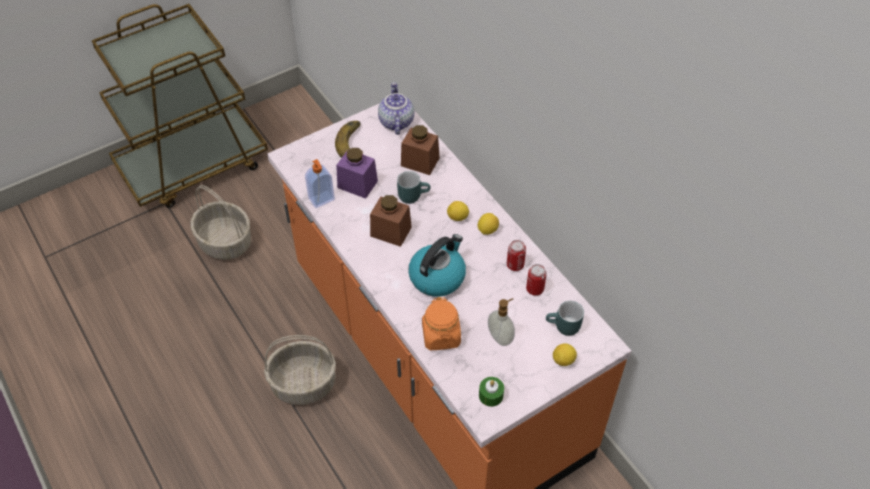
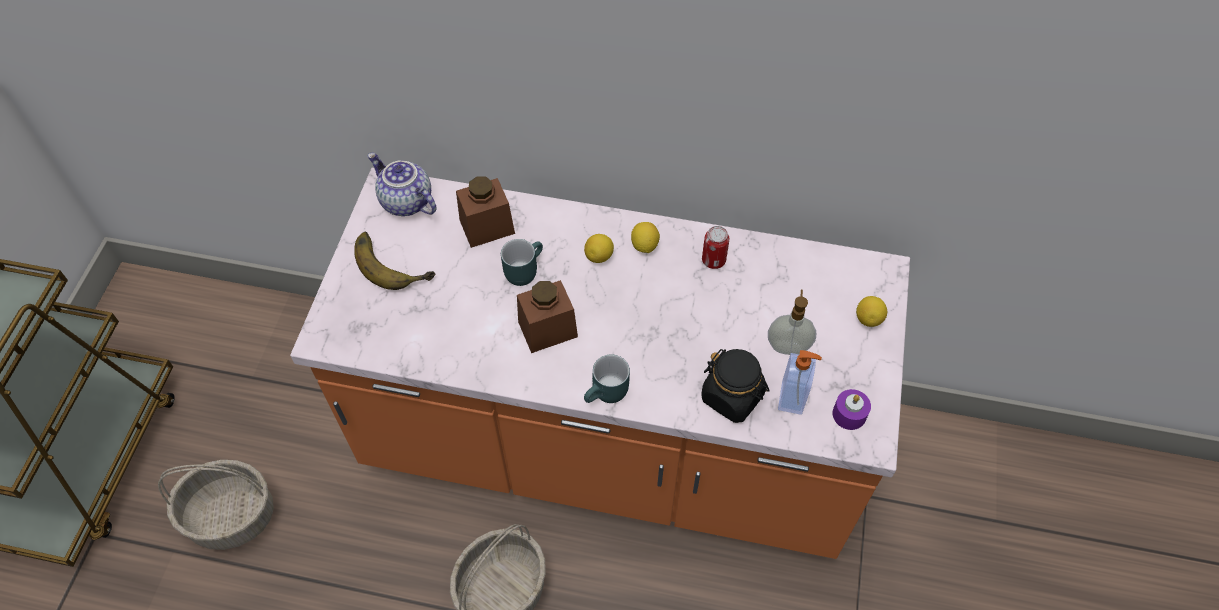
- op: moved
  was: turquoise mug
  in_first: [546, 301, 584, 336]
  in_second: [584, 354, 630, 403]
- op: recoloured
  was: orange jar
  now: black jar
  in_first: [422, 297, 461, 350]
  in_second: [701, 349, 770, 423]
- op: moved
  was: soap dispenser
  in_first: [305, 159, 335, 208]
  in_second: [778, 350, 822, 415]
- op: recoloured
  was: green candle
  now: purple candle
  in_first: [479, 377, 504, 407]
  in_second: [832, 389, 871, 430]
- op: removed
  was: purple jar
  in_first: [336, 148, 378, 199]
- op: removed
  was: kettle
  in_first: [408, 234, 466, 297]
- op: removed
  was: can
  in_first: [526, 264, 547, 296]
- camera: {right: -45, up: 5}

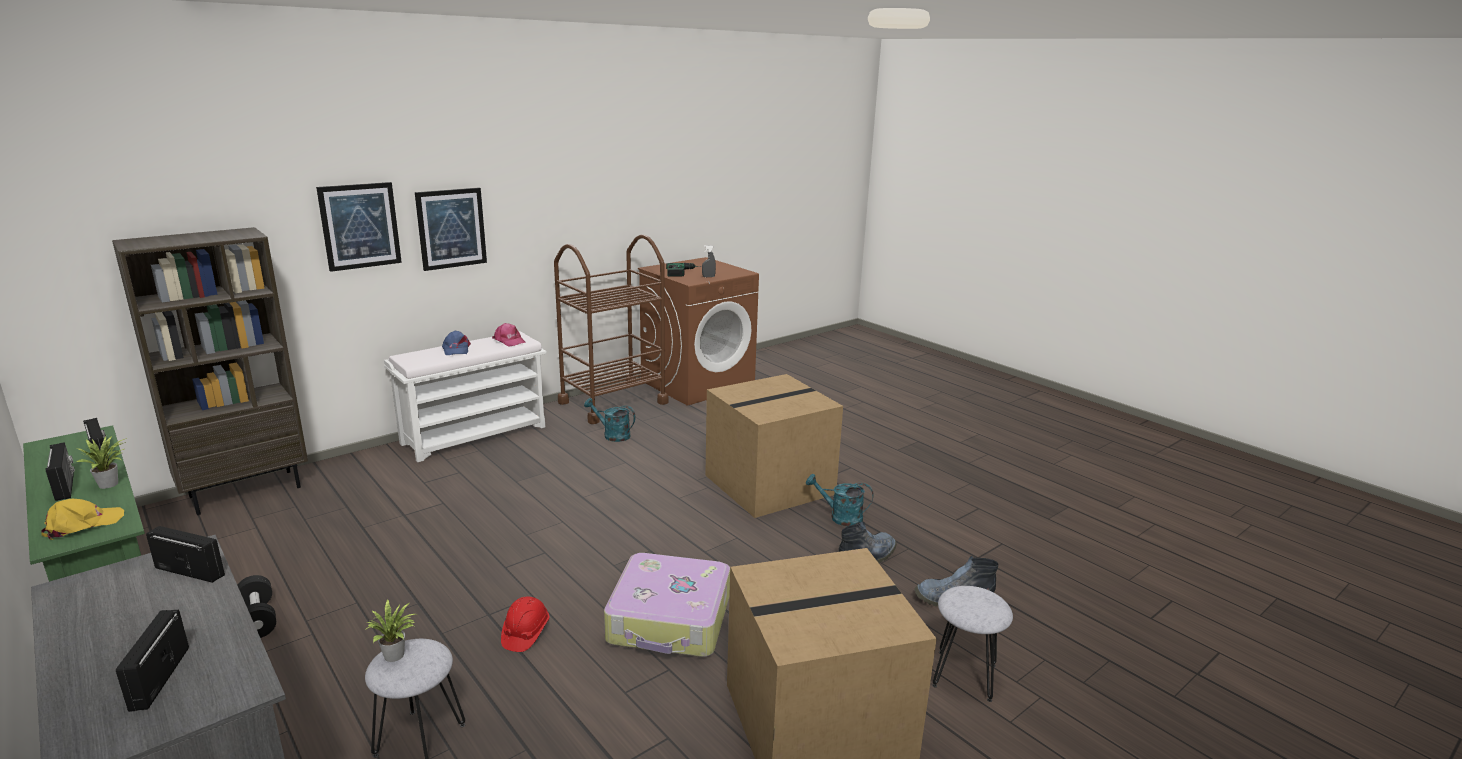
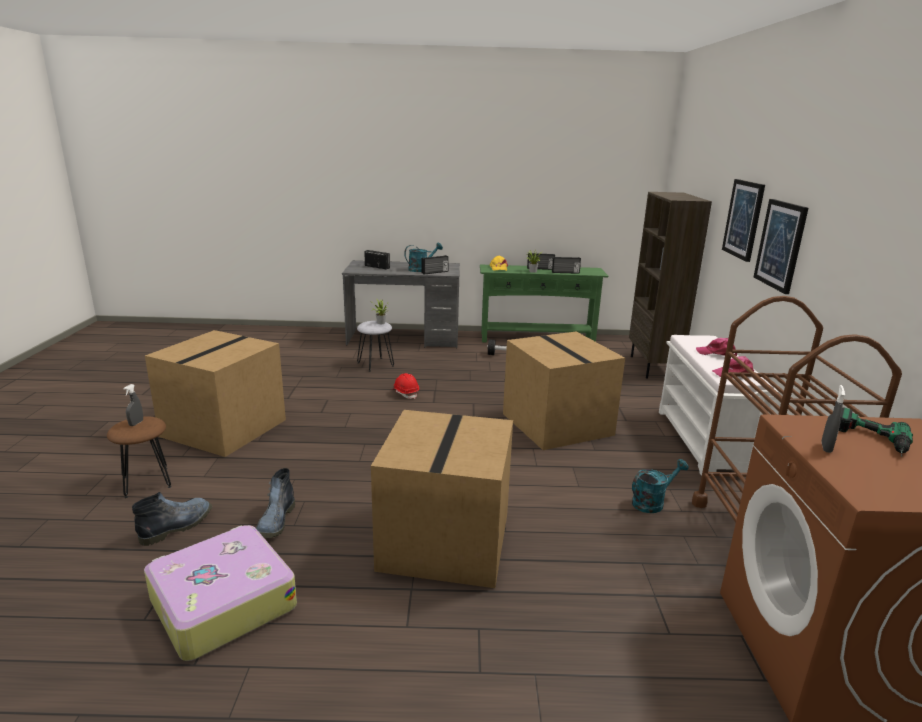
- op: recoloured
  was: grey stool
  now: brown stool
  in_first: [932, 586, 1013, 702]
  in_second: [107, 416, 172, 498]
- op: added
  now: grey spray bottle
  in_second: [123, 384, 143, 426]
- op: moved
  was: suitcase
  in_first: [604, 553, 730, 657]
  in_second: [144, 525, 297, 661]
- op: moved
  was: turquoise watering can
  in_first: [806, 474, 874, 526]
  in_second: [404, 243, 443, 272]
- op: added
  now: cardboard box
  in_second: [503, 332, 625, 450]
- op: recoloured
  was: blue cap
  now: pink cap
  in_first: [442, 331, 471, 355]
  in_second: [696, 338, 737, 356]
- camera: {right: 130, up: 0}

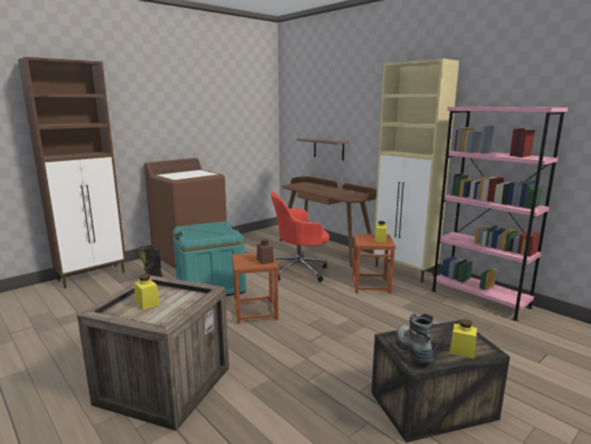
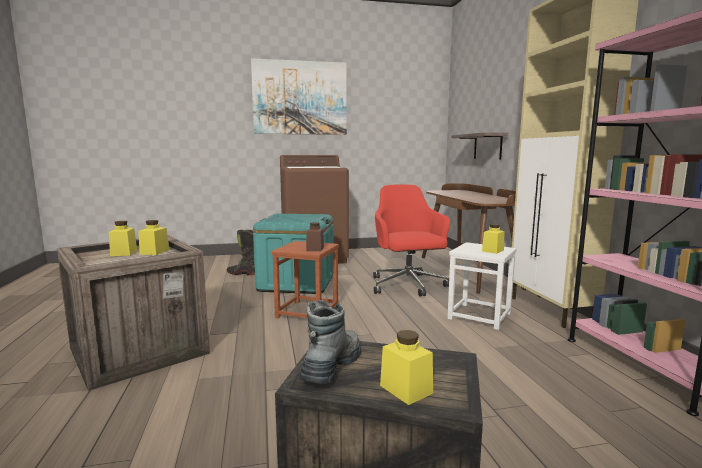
- op: added
  now: yellow jar
  in_second: [139, 220, 169, 255]
- op: added
  now: picture
  in_second: [251, 58, 347, 135]
- op: turned
  was: red office chair
  in_first: [271, 192, 329, 282]
  in_second: [373, 184, 450, 297]
  clockwise: 60
- op: recoloured
  was: brown stool
  now: white stool
  in_first: [352, 234, 396, 294]
  in_second: [447, 242, 517, 330]
- op: removed
  was: brown cabinet
  in_first: [18, 57, 126, 289]
- camera: {right: 30, up: -5}

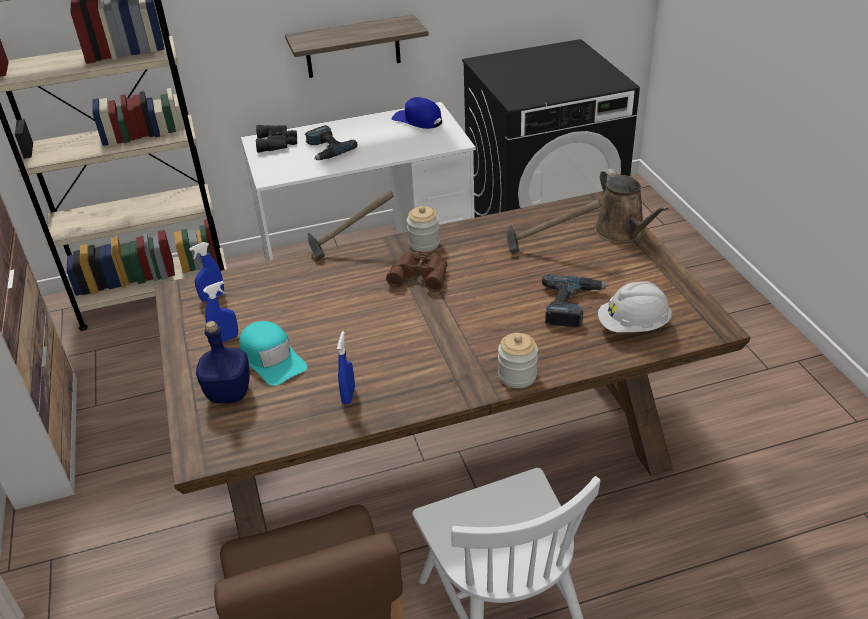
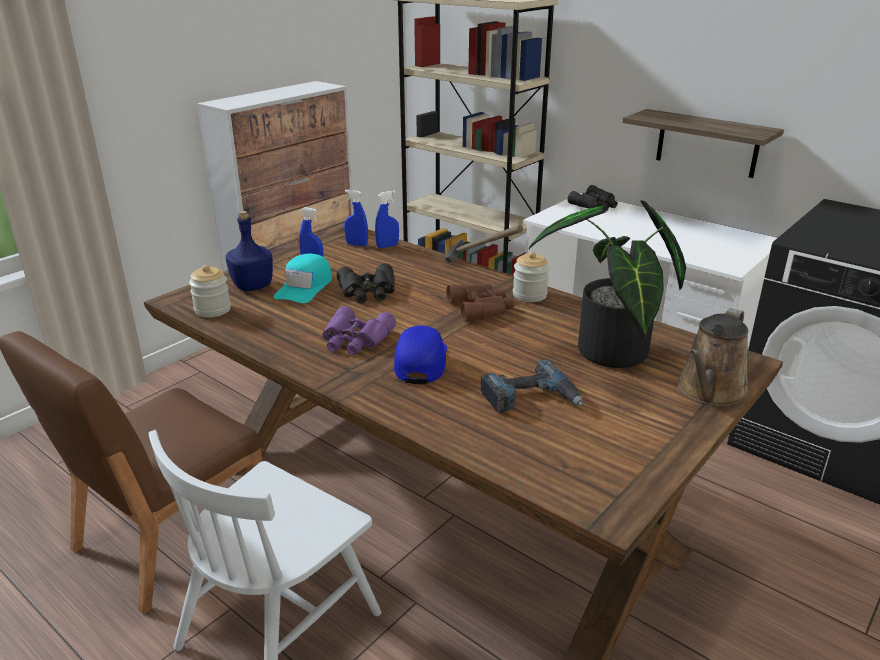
- op: moved
  was: jar
  in_first: [498, 333, 538, 388]
  in_second: [189, 265, 231, 318]
- op: added
  now: purple binoculars
  in_second: [322, 306, 396, 355]
- op: added
  now: black binoculars
  in_second: [337, 263, 395, 304]
- op: moved
  was: blue spray bottle
  in_first: [337, 331, 355, 404]
  in_second: [375, 191, 399, 248]
- op: moved
  was: blue cap
  in_first: [392, 97, 442, 129]
  in_second: [394, 325, 447, 384]
- op: replaced
  was: hammer
  now: potted plant
  in_first: [507, 200, 601, 254]
  in_second: [529, 200, 686, 368]
- op: removed
  was: power drill
  in_first: [305, 125, 358, 160]
- op: removed
  was: white hard hat
  in_first: [598, 281, 672, 332]
- camera: {right: 55, up: -10}

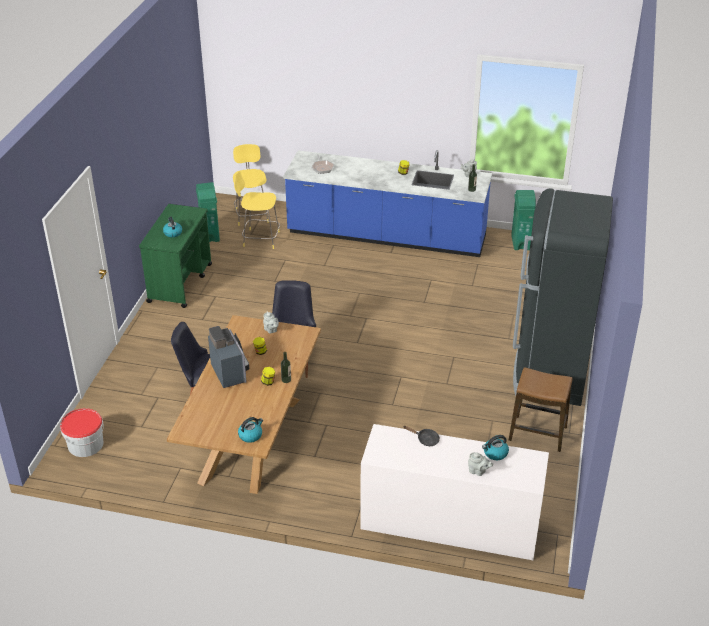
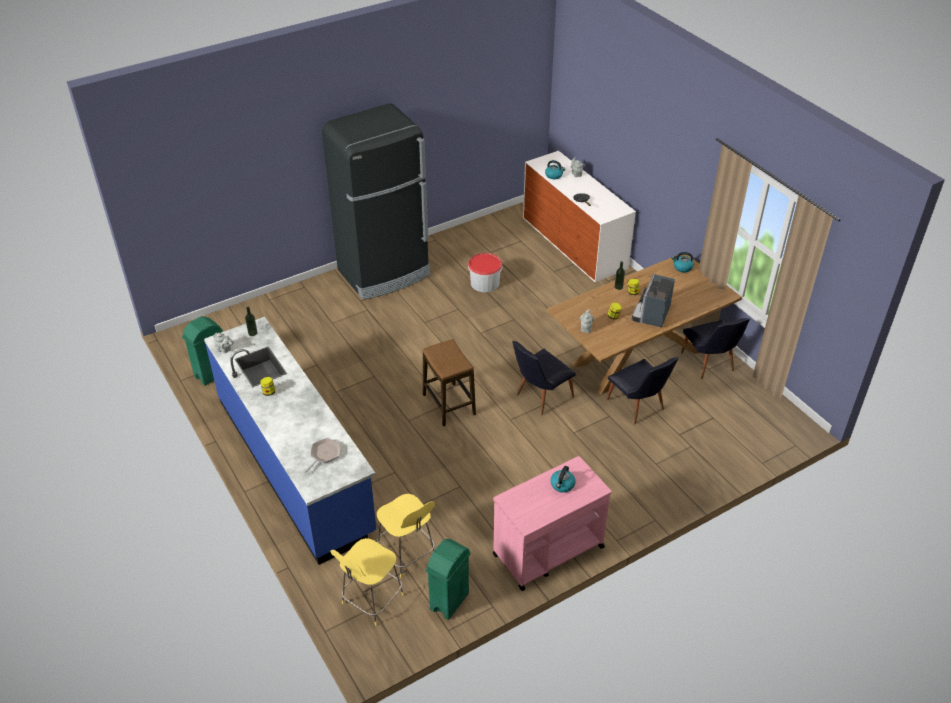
- op: moved
  was: stool
  in_first: [509, 367, 572, 452]
  in_second: [423, 339, 476, 426]
- op: moved
  was: bucket
  in_first: [60, 408, 104, 457]
  in_second: [468, 253, 503, 292]
- op: recoloured
  was: green cart
  now: pink cart
  in_first: [139, 204, 212, 308]
  in_second: [493, 456, 612, 591]
- op: added
  now: black chair
  in_second: [681, 318, 750, 379]
- camera: {right: -135, up: 5}

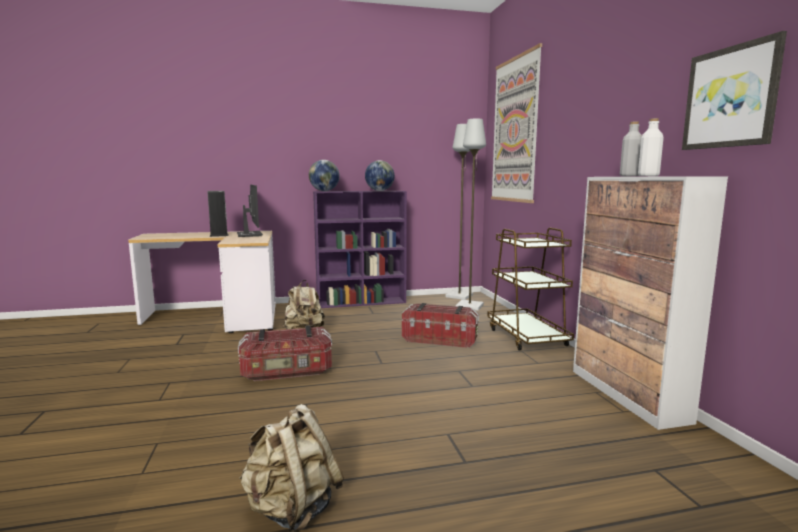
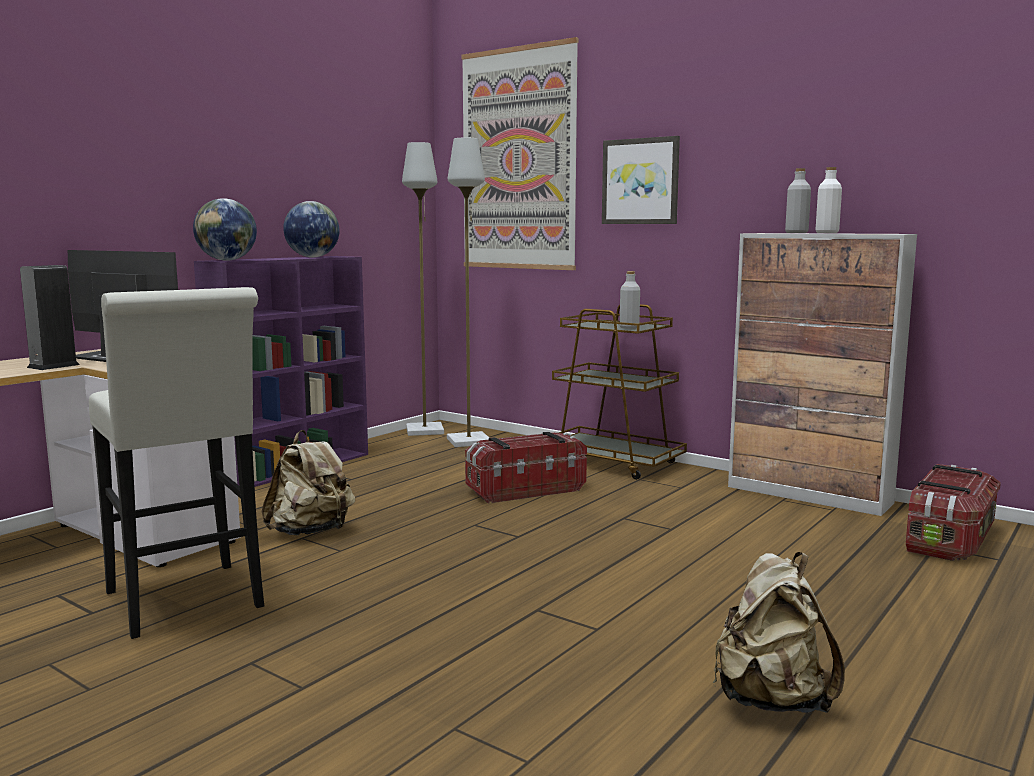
- op: added
  now: white stool
  in_second: [89, 287, 264, 639]
- op: moved
  was: picture
  in_first: [682, 31, 787, 150]
  in_second: [602, 136, 680, 224]
- op: added
  now: grey bottle
  in_second: [620, 271, 640, 329]
- op: moved
  was: storage box
  in_first: [238, 326, 332, 381]
  in_second: [906, 464, 1001, 561]
- camera: {right: -40, up: 0}

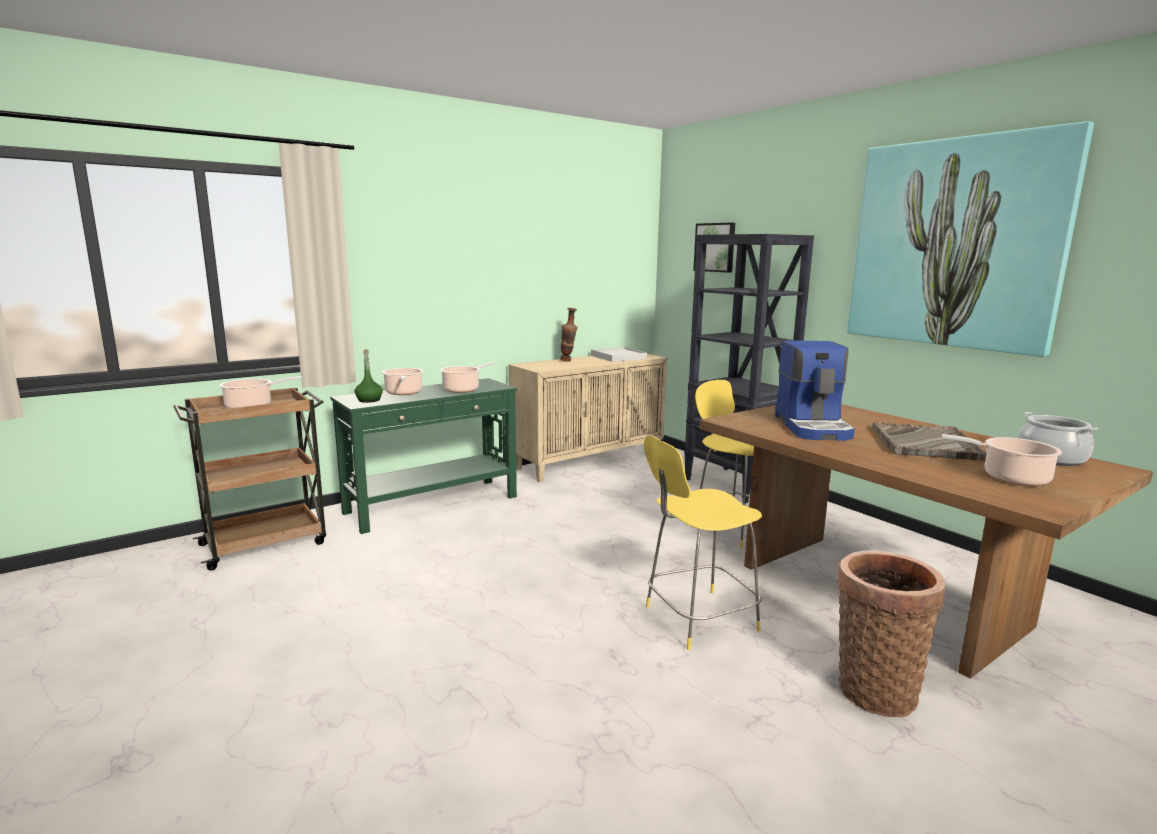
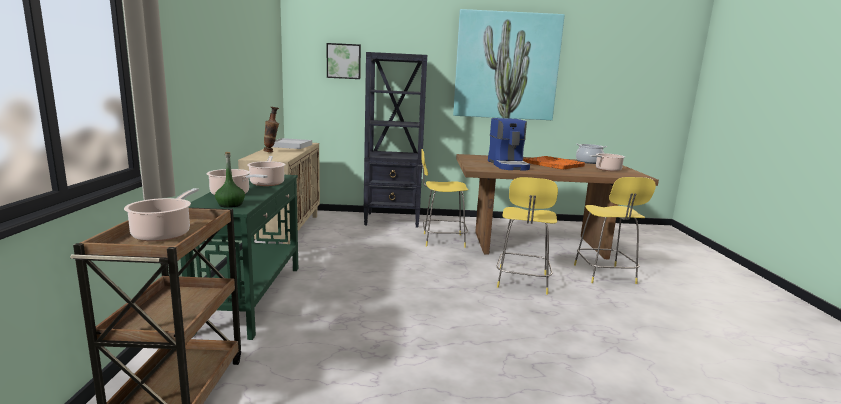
- op: turned
  was: coffee machine
  in_first: [775, 340, 855, 441]
  in_second: [488, 118, 530, 171]
  clockwise: 45
- op: recoloured
  was: grey tray
  now: orange tray
  in_first: [873, 422, 987, 461]
  in_second: [523, 156, 585, 170]
- op: replaced
  was: basket
  now: yellow stool
  in_first: [837, 550, 945, 717]
  in_second: [574, 177, 656, 284]
- camera: {right: -55, up: 0}

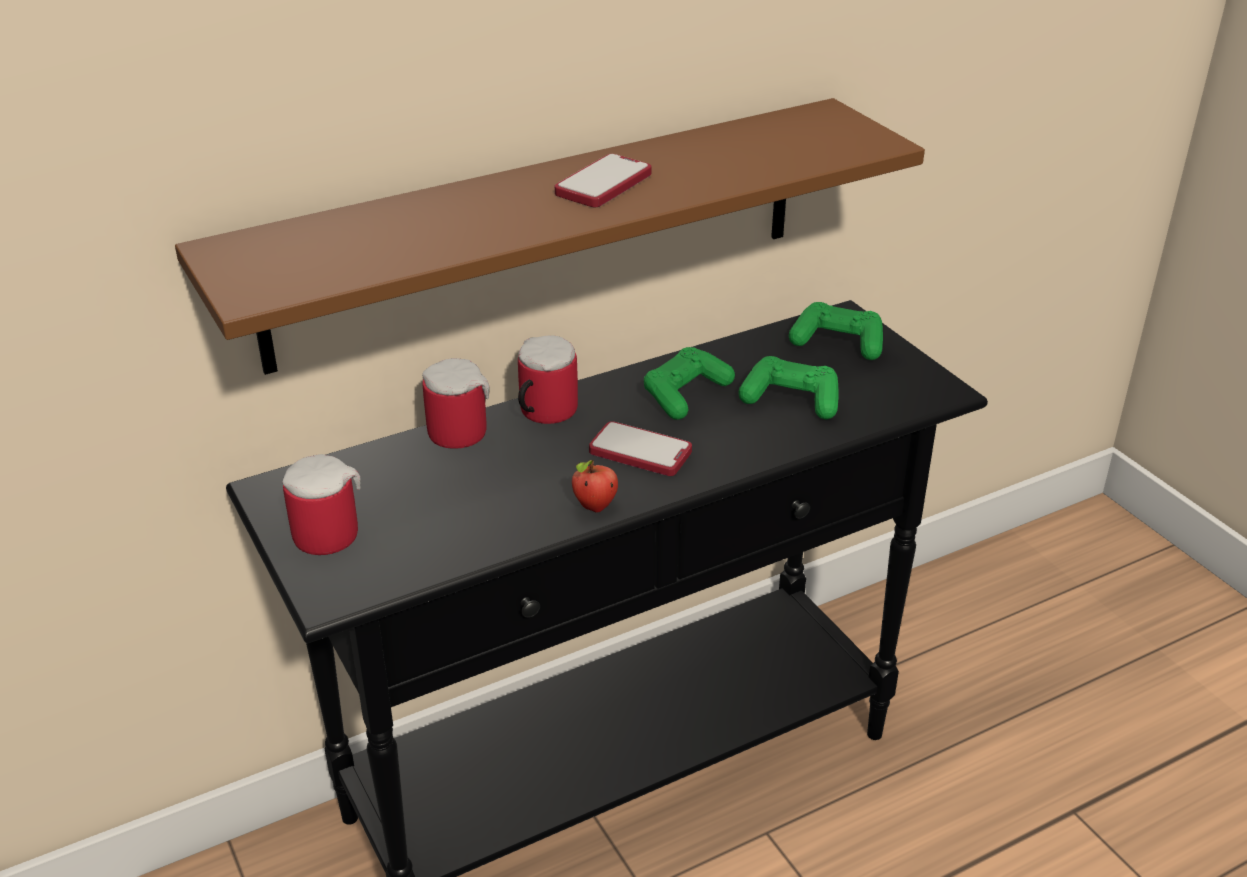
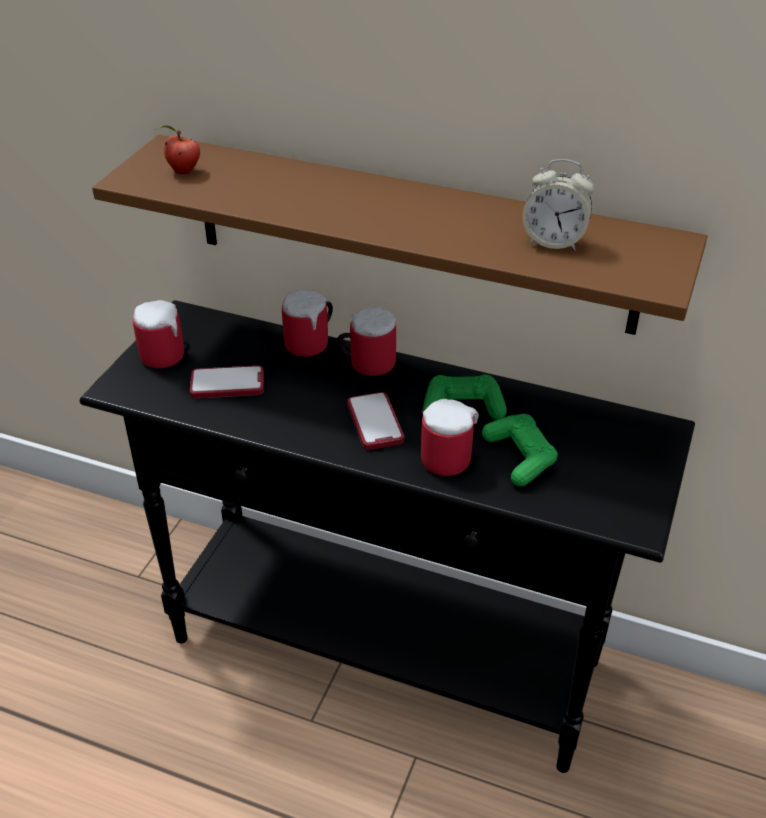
- op: moved
  was: apple
  in_first: [572, 460, 618, 513]
  in_second: [157, 126, 200, 174]
- op: moved
  was: phone
  in_first: [555, 154, 651, 207]
  in_second: [190, 366, 264, 398]
- op: added
  now: mug
  in_second: [419, 399, 479, 476]
- op: added
  now: alarm clock
  in_second: [523, 159, 594, 251]
- op: removed
  was: green game controller
  in_first: [789, 302, 883, 360]
- camera: {right: 50, up: 5}

